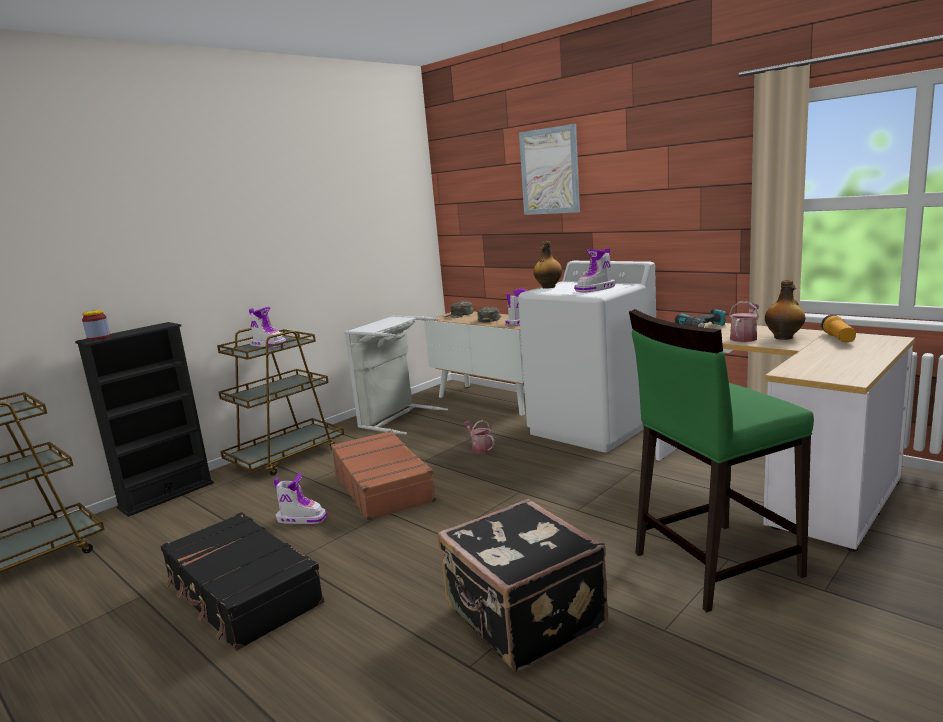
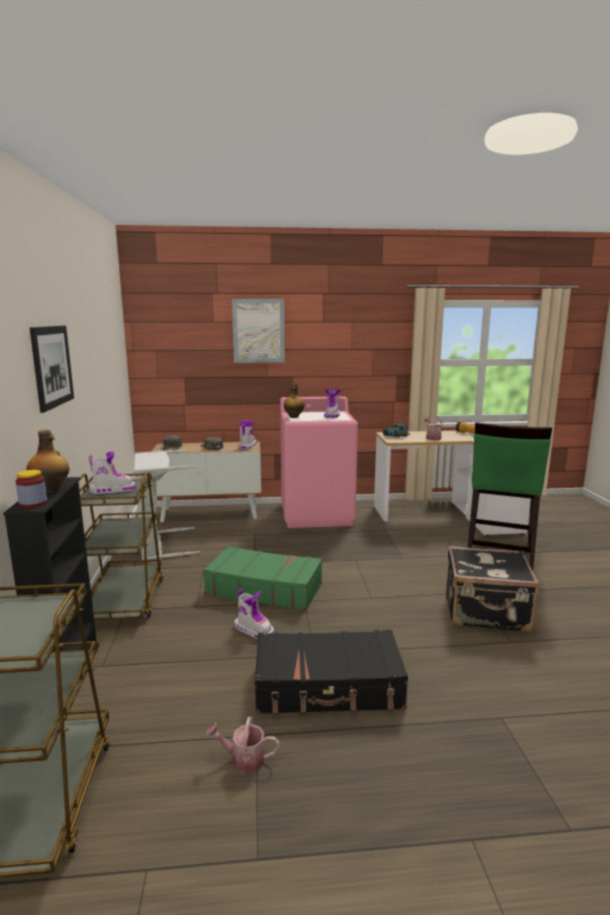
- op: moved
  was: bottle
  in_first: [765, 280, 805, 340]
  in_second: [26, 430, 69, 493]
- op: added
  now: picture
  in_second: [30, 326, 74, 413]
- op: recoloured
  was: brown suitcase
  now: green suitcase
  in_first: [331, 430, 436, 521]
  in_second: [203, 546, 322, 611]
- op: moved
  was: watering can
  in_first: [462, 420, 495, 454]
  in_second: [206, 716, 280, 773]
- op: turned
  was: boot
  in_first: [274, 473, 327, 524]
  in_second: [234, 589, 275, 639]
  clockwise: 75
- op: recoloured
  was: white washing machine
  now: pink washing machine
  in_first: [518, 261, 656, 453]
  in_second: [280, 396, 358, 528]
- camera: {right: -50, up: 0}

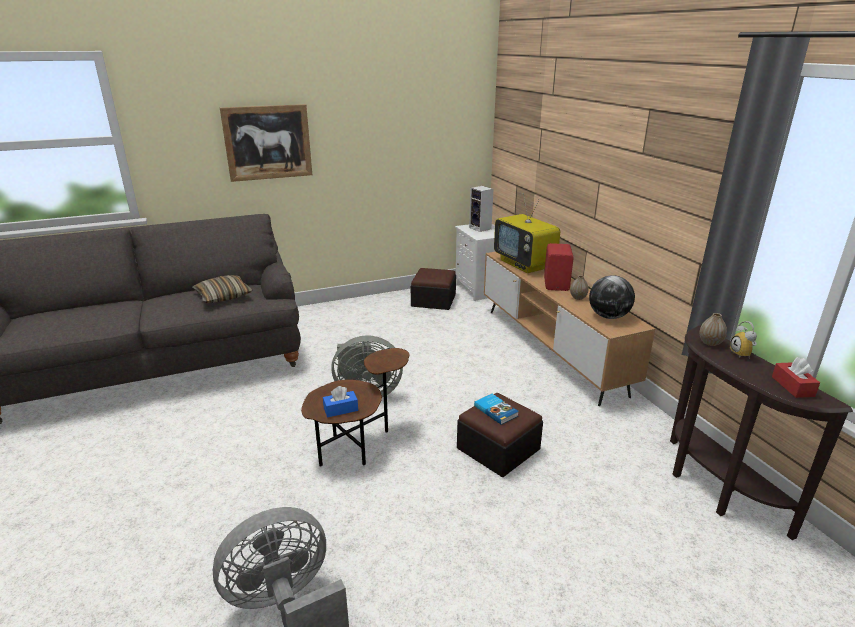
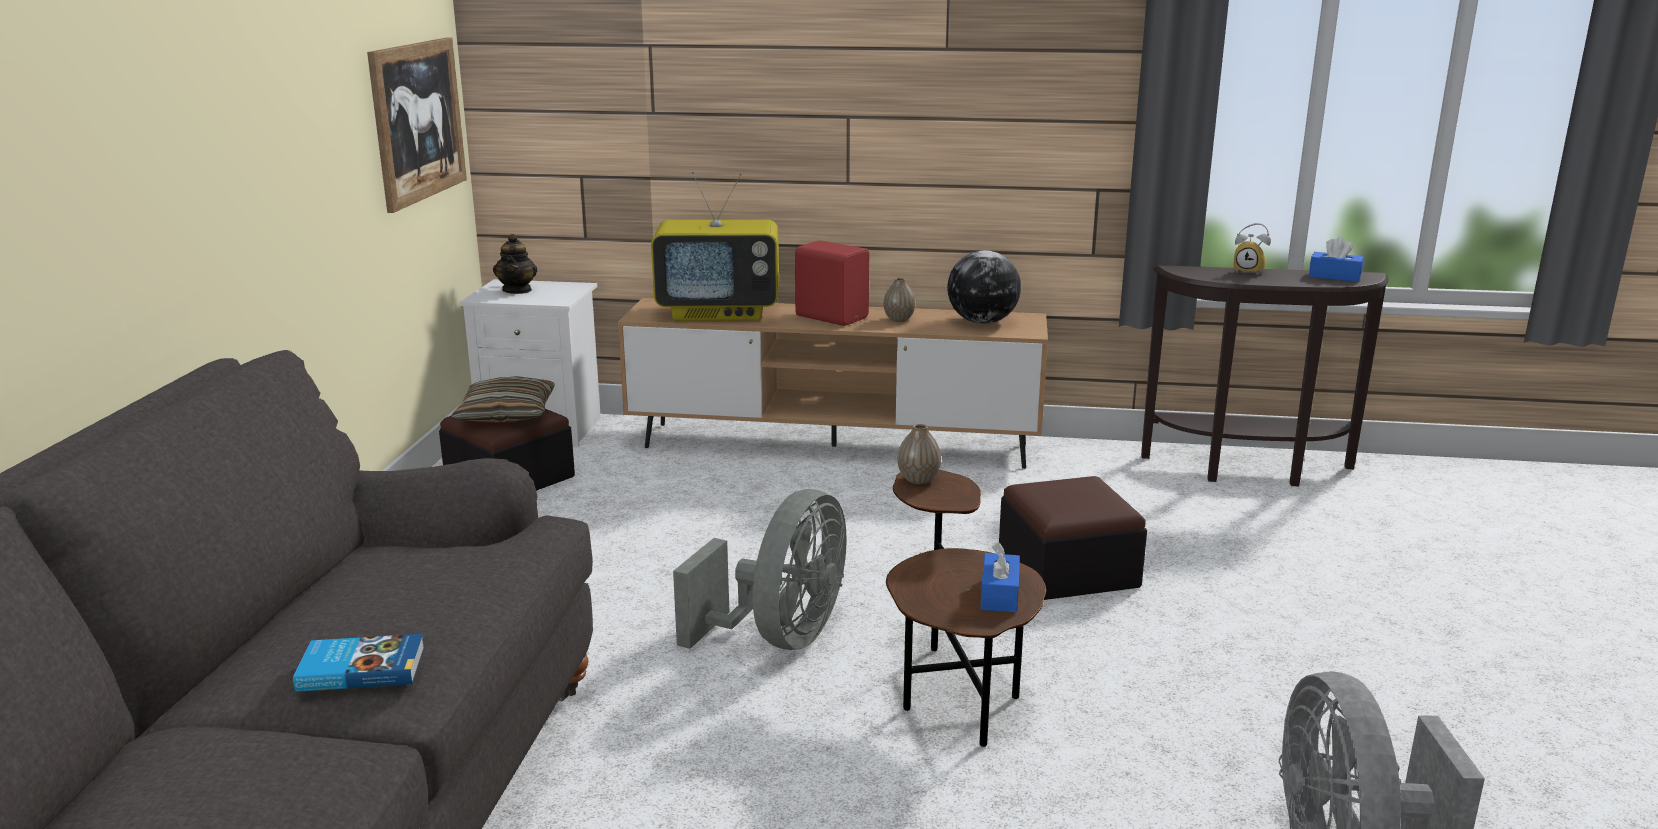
- op: moved
  was: book
  in_first: [474, 394, 519, 425]
  in_second: [293, 634, 425, 692]
- op: moved
  was: picture
  in_first: [220, 104, 312, 182]
  in_second: [367, 37, 467, 213]
- op: moved
  was: pillow
  in_first: [192, 275, 252, 303]
  in_second: [452, 376, 555, 423]
- op: replaced
  was: speaker
  now: teapot
  in_first: [469, 186, 494, 232]
  in_second: [493, 234, 537, 294]
- op: moved
  was: vase
  in_first: [699, 313, 727, 346]
  in_second: [898, 424, 941, 484]
- op: recoloured
  was: red tissue box
  now: blue tissue box
  in_first: [772, 357, 820, 398]
  in_second: [1309, 237, 1364, 282]
- camera: {right: -60, up: -5}

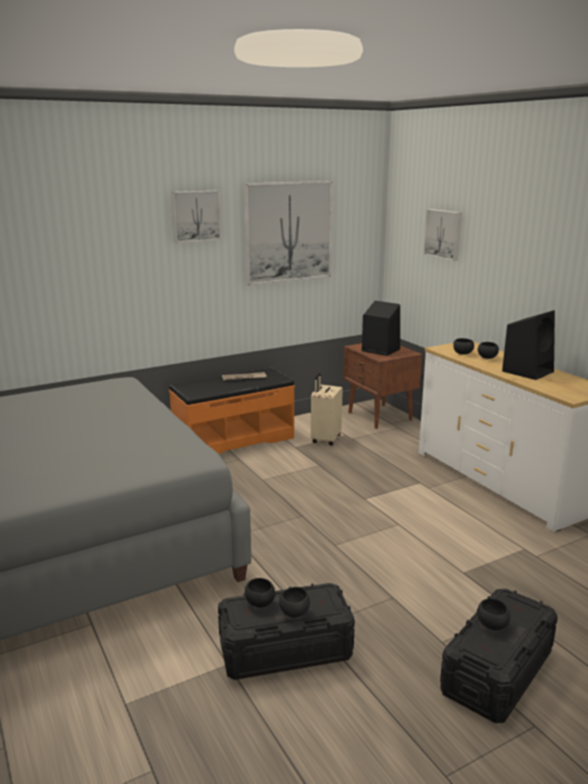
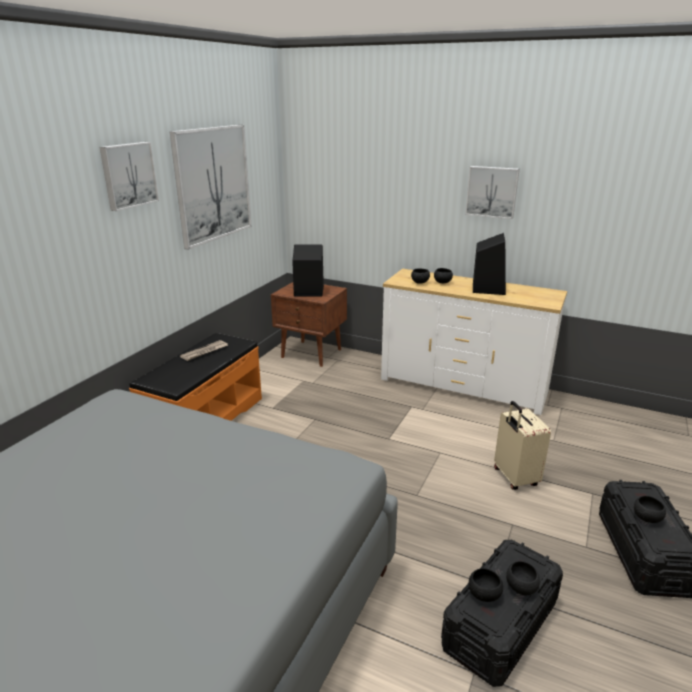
- op: moved
  was: picture
  in_first: [423, 209, 462, 261]
  in_second: [465, 166, 520, 219]
- op: moved
  was: beige suitcase
  in_first: [311, 373, 343, 445]
  in_second: [494, 401, 551, 490]
- camera: {right: -35, up: 5}

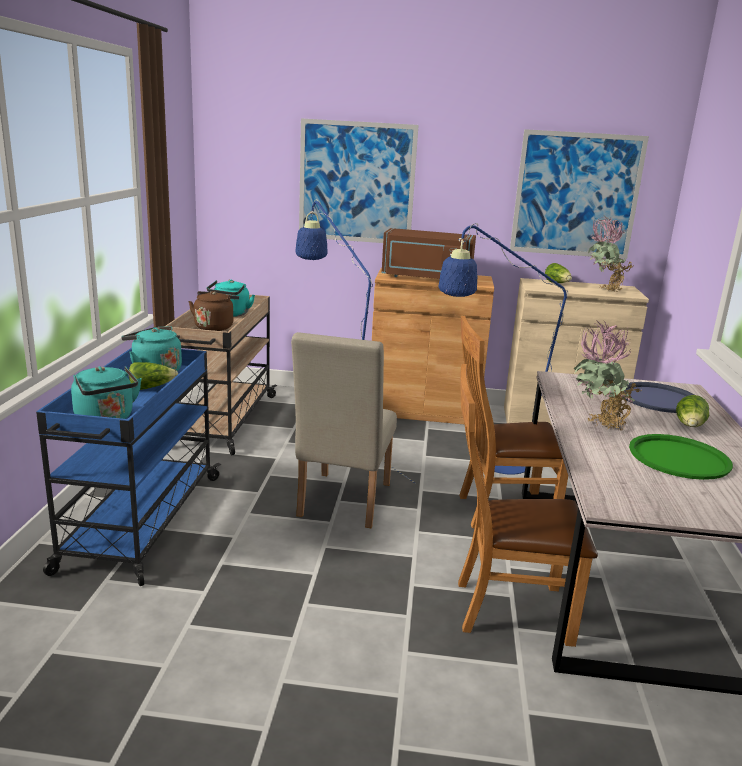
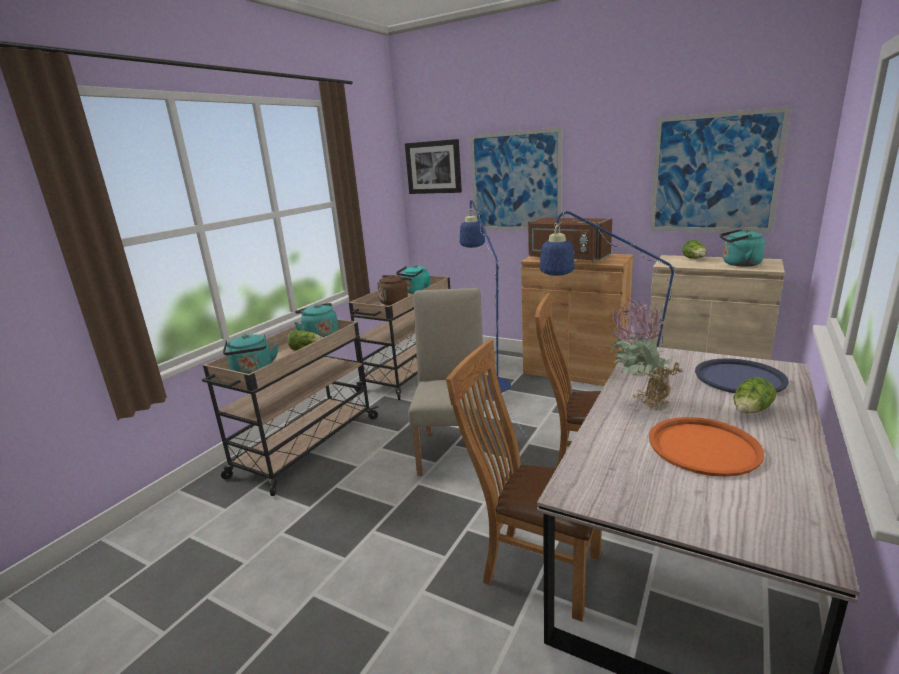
- op: recoloured
  was: blue cart
  now: beige cart
  in_first: [36, 348, 221, 586]
  in_second: [202, 319, 378, 496]
- op: added
  now: picture
  in_second: [405, 139, 462, 194]
- op: turned
  was: beige chair
  in_first: [291, 332, 397, 528]
  in_second: [408, 288, 485, 476]
  clockwise: 150
- op: recoloured
  was: green tray
  now: orange tray
  in_first: [629, 434, 733, 480]
  in_second: [649, 417, 764, 477]
- op: replaced
  was: potted plant
  now: turquoise kettle
  in_first: [588, 215, 633, 292]
  in_second: [720, 229, 766, 267]
- camera: {right: 25, up: 0}

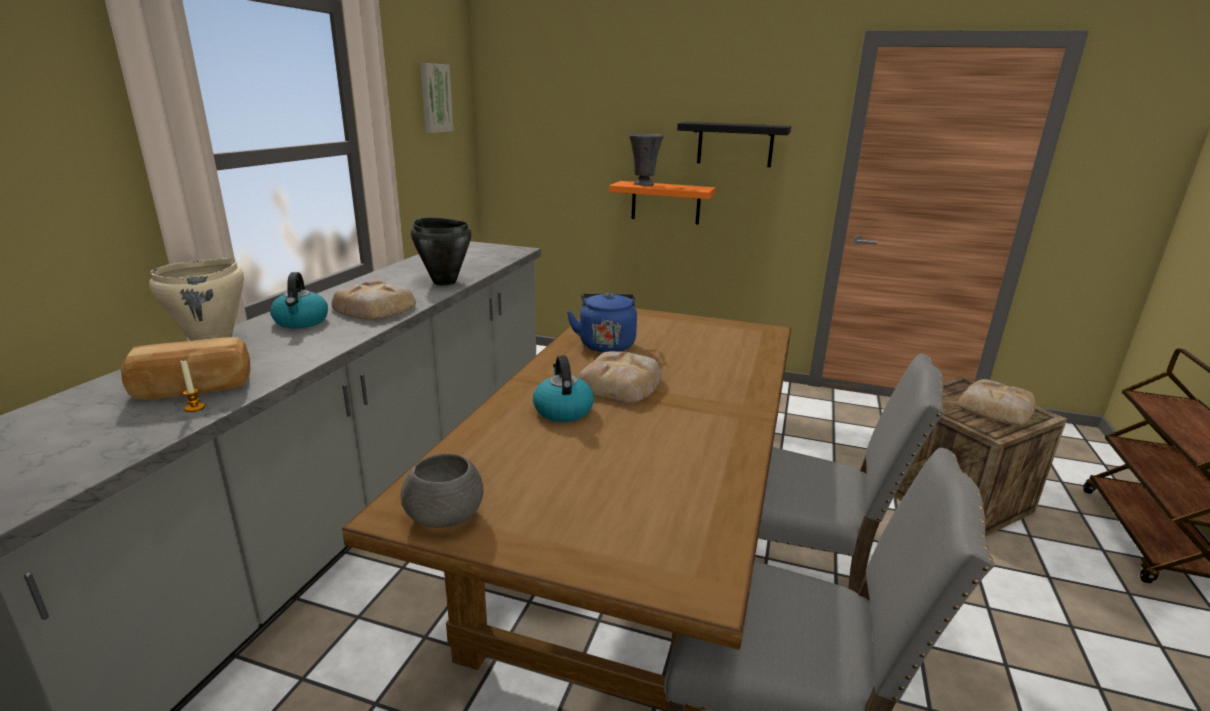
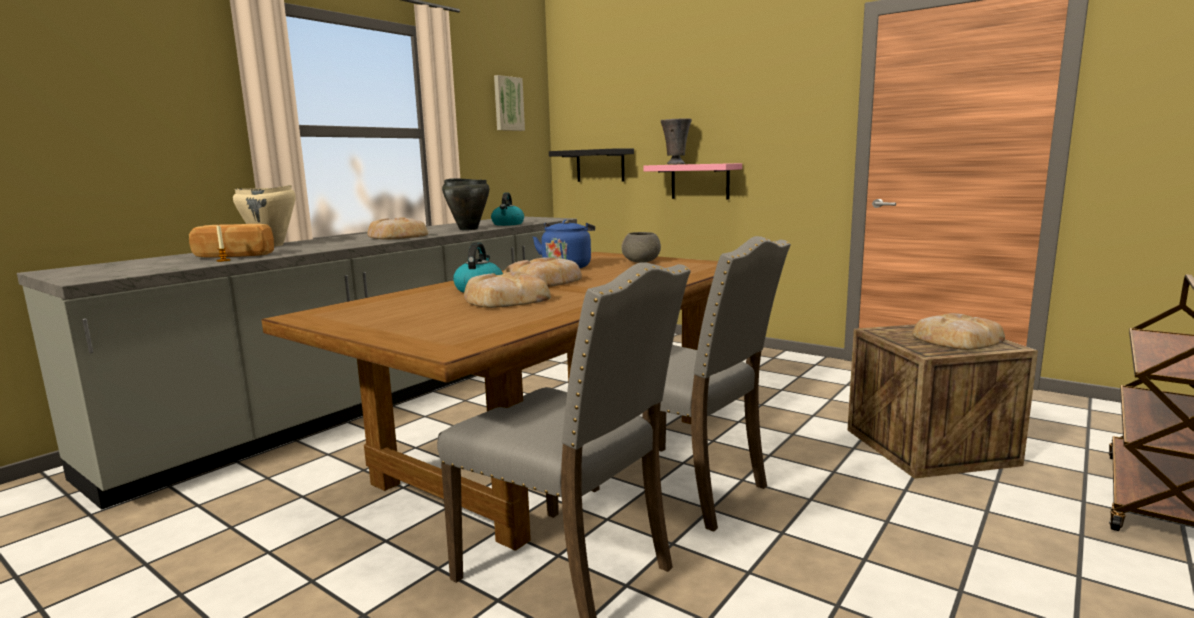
- op: added
  now: bread
  in_second: [464, 272, 551, 308]
- op: moved
  was: kettle
  in_first: [270, 272, 328, 328]
  in_second: [491, 193, 524, 226]
- op: moved
  was: black shelf
  in_first: [677, 122, 791, 167]
  in_second: [549, 148, 634, 182]
- op: moved
  was: grey bowl
  in_first: [400, 454, 483, 528]
  in_second: [621, 232, 661, 263]
- op: recoloured
  was: orange shelf
  now: pink shelf
  in_first: [609, 181, 716, 225]
  in_second: [643, 163, 742, 199]
- camera: {right: 20, up: -10}

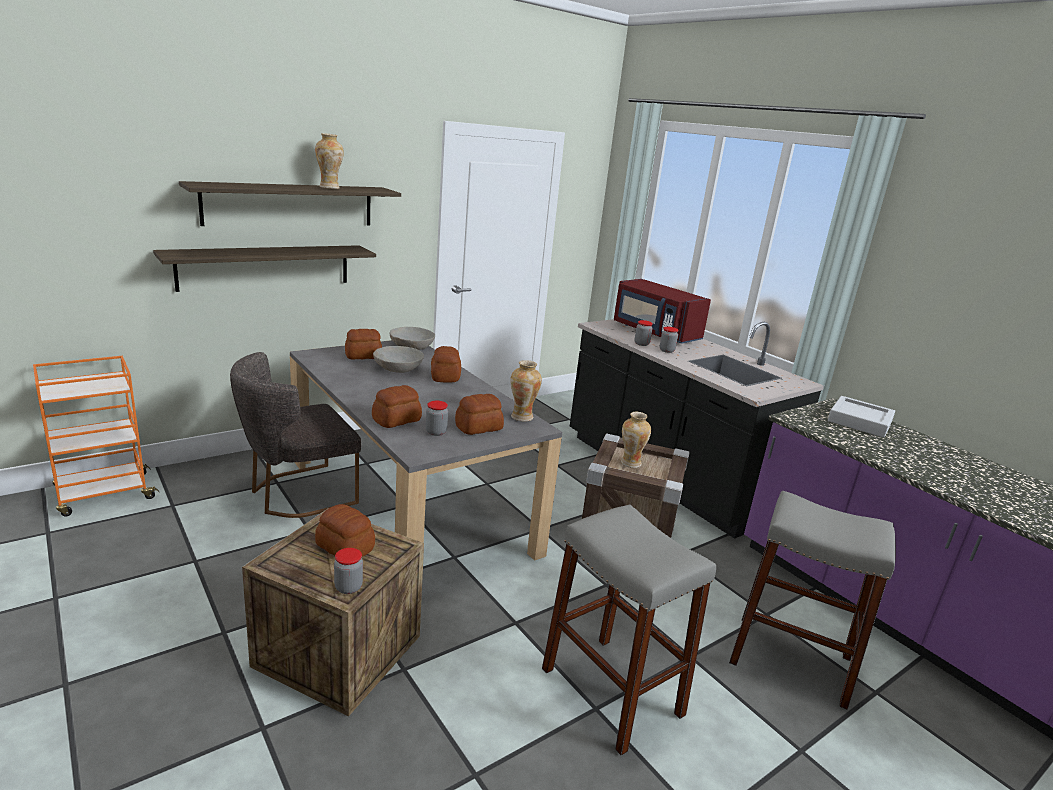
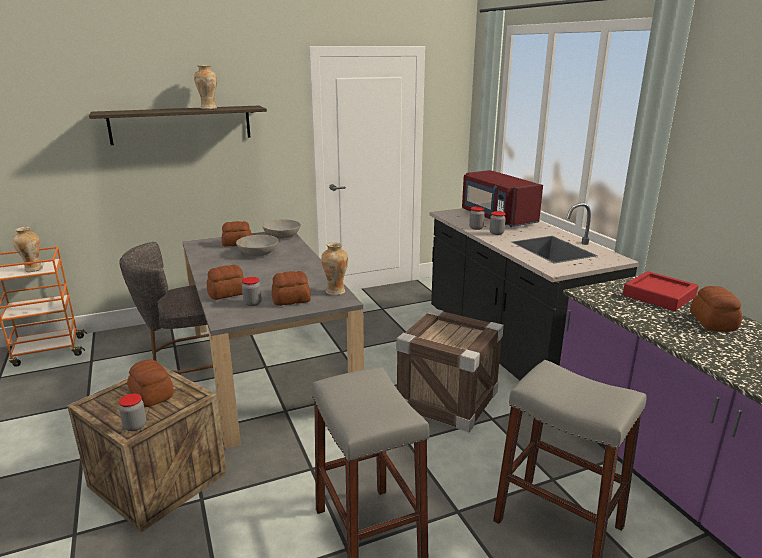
- op: moved
  was: vase
  in_first: [621, 412, 651, 468]
  in_second: [12, 227, 43, 272]
- op: recoloured
  was: grey tray
  now: red tray
  in_first: [828, 396, 895, 437]
  in_second: [623, 271, 699, 311]
- op: moved
  was: bread
  in_first: [431, 346, 461, 383]
  in_second: [690, 286, 742, 332]
- op: removed
  was: shelf
  in_first: [153, 245, 376, 292]
- camera: {right: 15, up: 0}

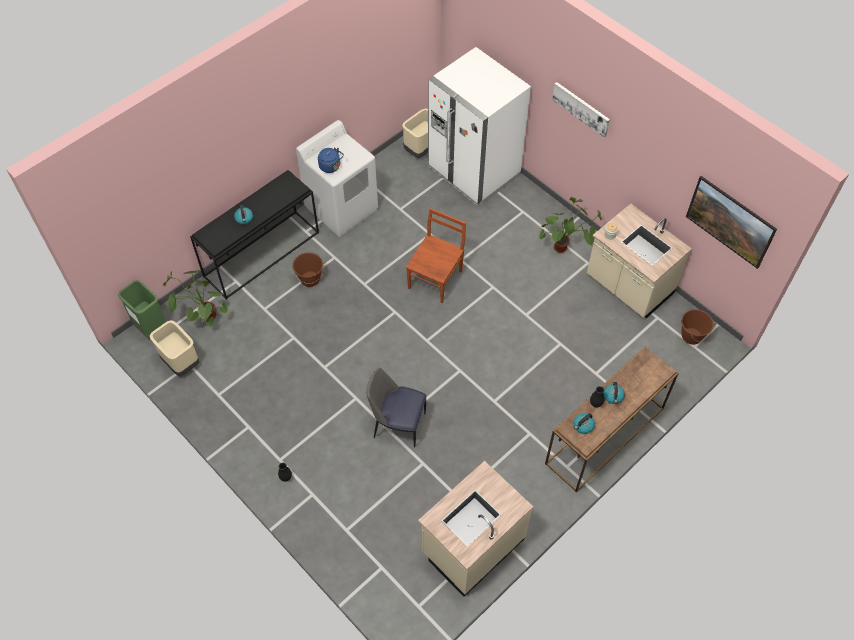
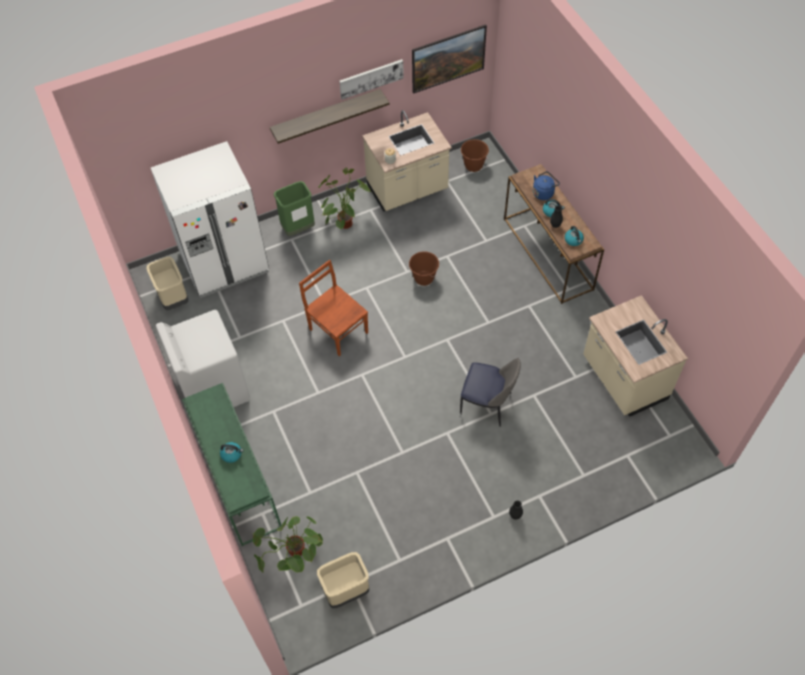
- op: recoloured
  was: black console table
  now: green console table
  in_first: [190, 170, 319, 300]
  in_second: [182, 383, 281, 546]
- op: added
  now: shelf
  in_second: [270, 89, 390, 144]
- op: moved
  was: green trash can
  in_first: [118, 280, 166, 339]
  in_second: [274, 181, 315, 236]
- op: moved
  was: picture
  in_first: [552, 82, 610, 138]
  in_second: [339, 59, 404, 100]
- op: moved
  was: brown bucket
  in_first: [292, 252, 324, 287]
  in_second: [409, 251, 439, 286]
- op: turned
  was: chair
  in_first: [367, 367, 426, 448]
  in_second: [460, 358, 521, 427]
  clockwise: -105
- op: moved
  was: blue kettle
  in_first: [318, 147, 344, 173]
  in_second: [533, 171, 560, 200]
- camera: {right: -70, up: 0}

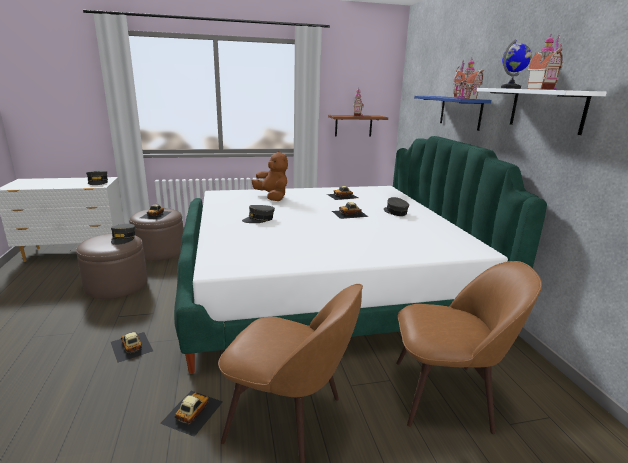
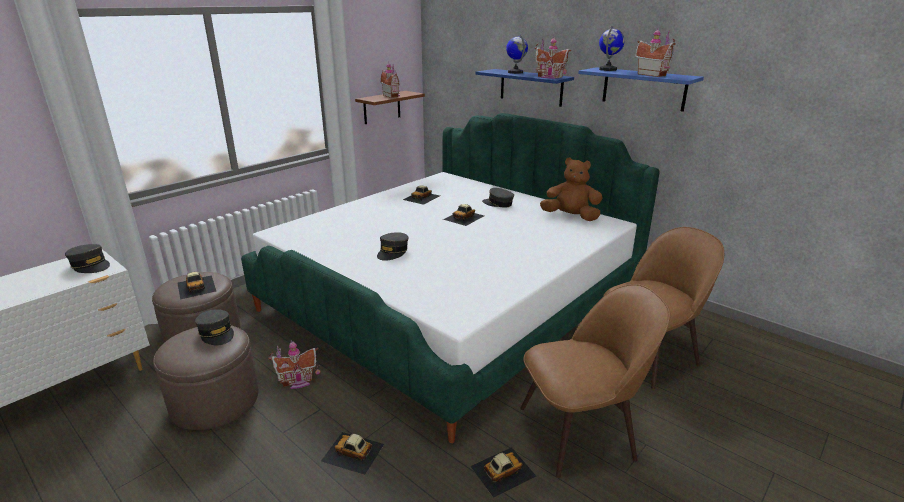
- op: added
  now: toy house
  in_second: [268, 340, 320, 389]
- op: turned
  was: toy car
  in_first: [160, 391, 223, 437]
  in_second: [471, 447, 536, 498]
  clockwise: 75
- op: added
  now: globe
  in_second: [506, 34, 528, 74]
- op: moved
  was: brown plush toy
  in_first: [252, 151, 288, 201]
  in_second: [540, 158, 602, 221]
- op: recoloured
  was: white shelf
  now: blue shelf
  in_first: [477, 88, 607, 135]
  in_second: [578, 67, 704, 112]
- camera: {right: -35, up: 5}

